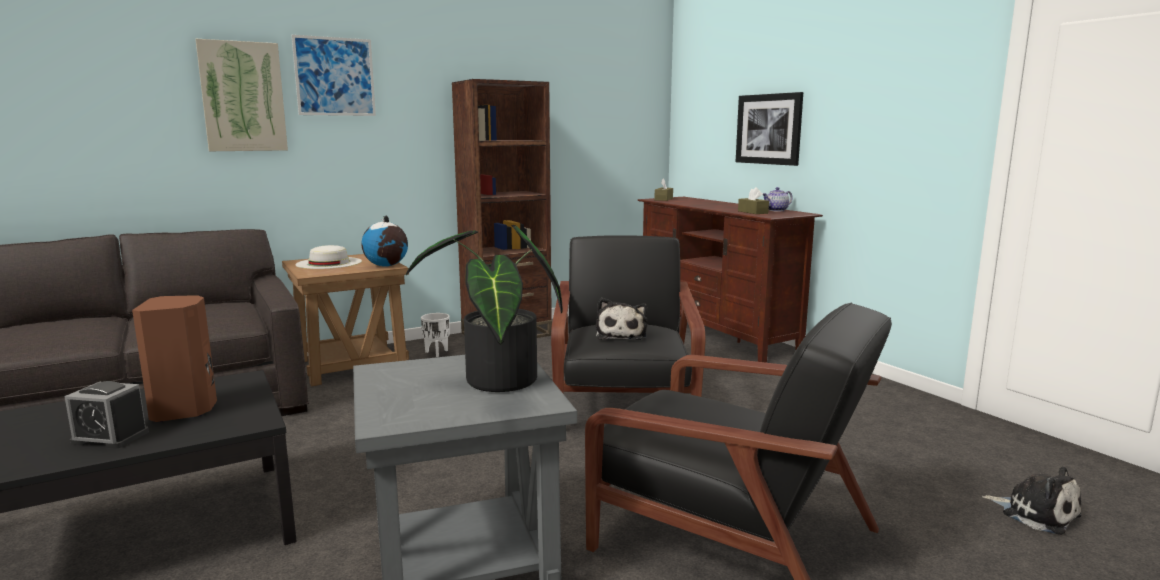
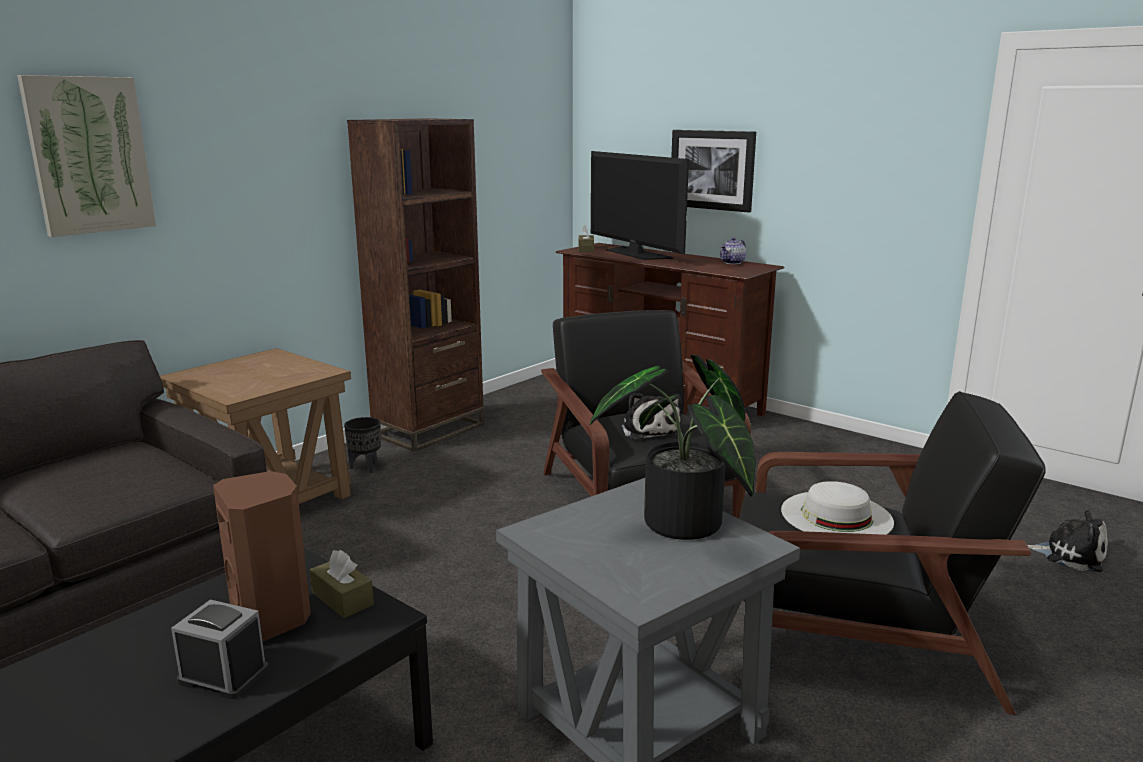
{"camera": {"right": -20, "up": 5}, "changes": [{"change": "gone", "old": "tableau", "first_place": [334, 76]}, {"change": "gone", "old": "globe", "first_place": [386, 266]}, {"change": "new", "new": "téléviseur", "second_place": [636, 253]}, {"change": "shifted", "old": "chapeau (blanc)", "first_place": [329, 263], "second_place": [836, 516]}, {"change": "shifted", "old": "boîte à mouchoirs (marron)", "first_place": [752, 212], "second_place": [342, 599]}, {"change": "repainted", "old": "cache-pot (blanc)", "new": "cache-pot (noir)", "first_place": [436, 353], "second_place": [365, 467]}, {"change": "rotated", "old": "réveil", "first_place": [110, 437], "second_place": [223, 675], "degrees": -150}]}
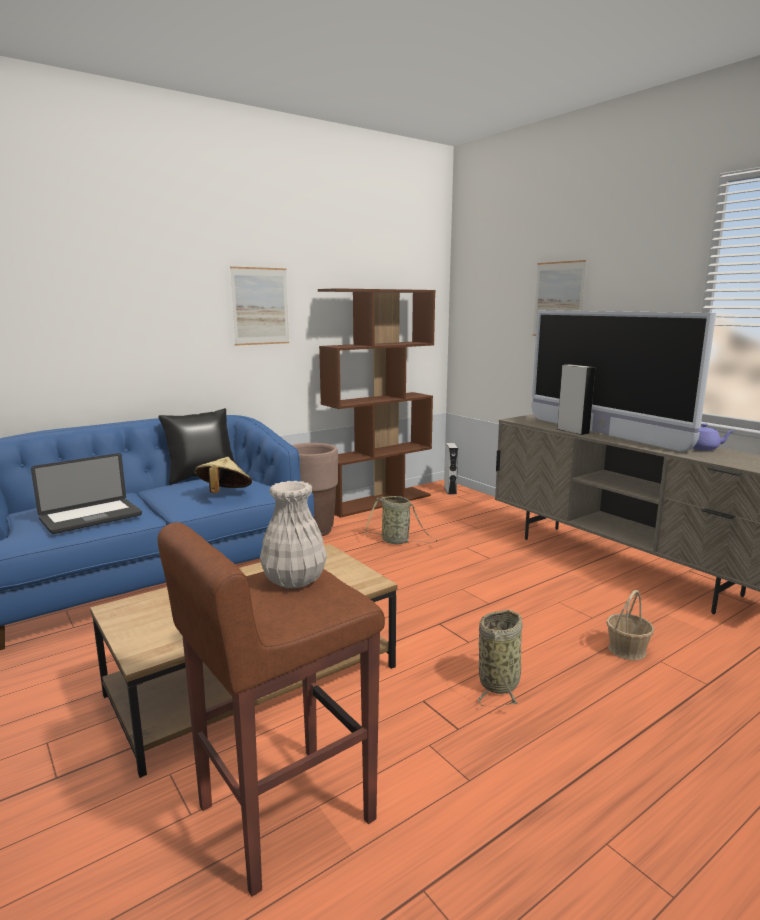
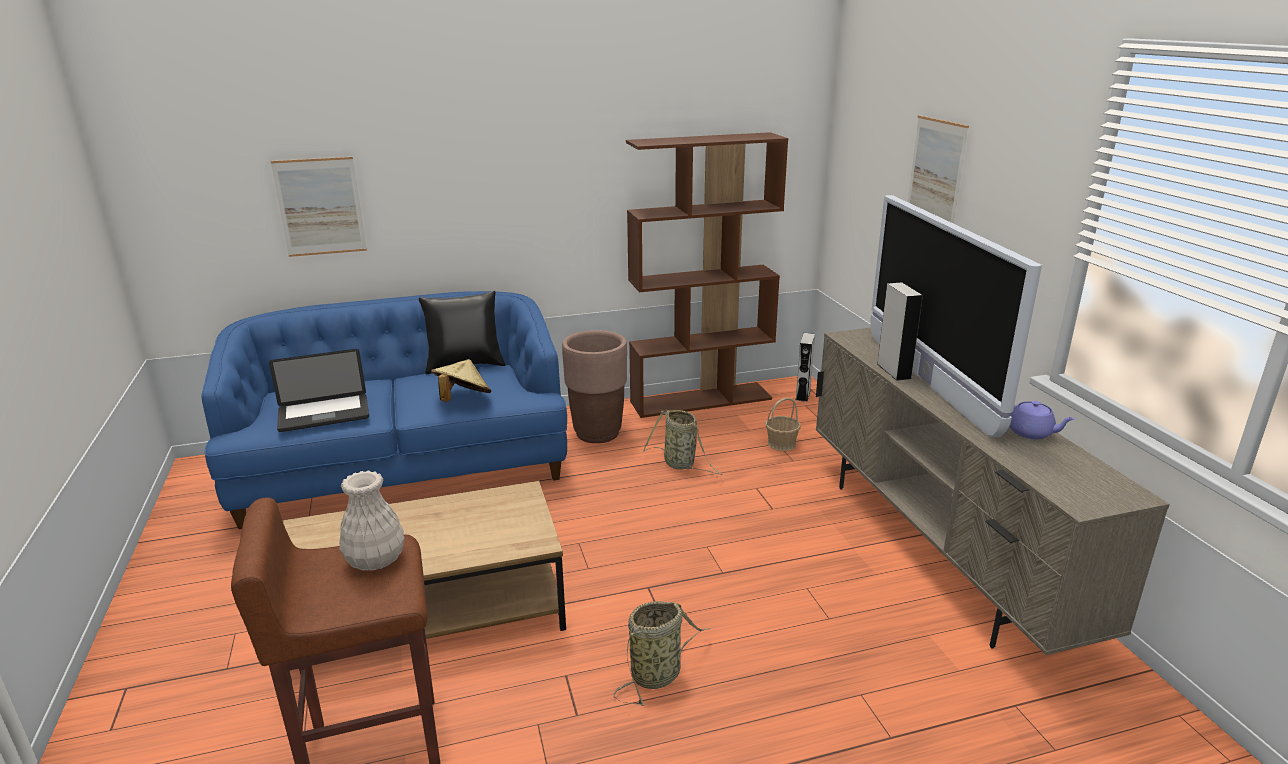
{"camera": {"right": 20, "up": 10}, "changes": [{"change": "shifted", "old": "tableau", "first_place": [260, 306], "second_place": [320, 207]}, {"change": "shifted", "old": "panier", "first_place": [627, 650], "second_place": [781, 444]}]}
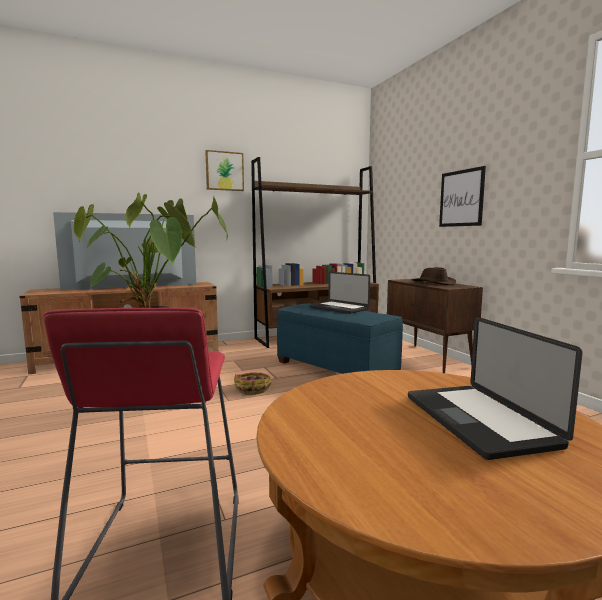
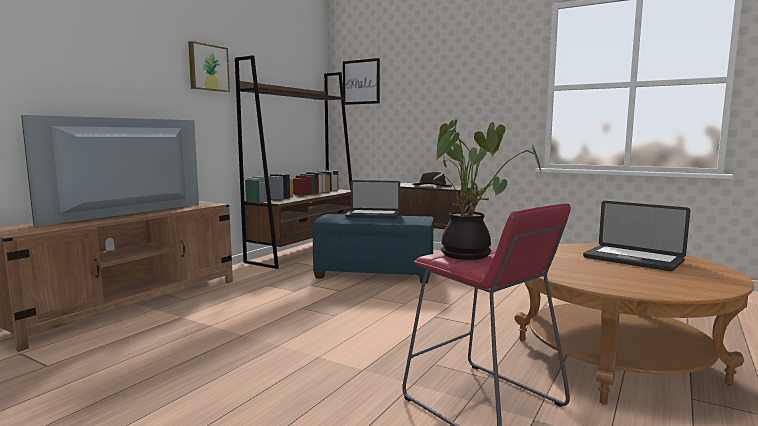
{"camera": {"right": -35, "up": 0}, "changes": [{"change": "gone", "old": "panier", "first_place": [253, 388]}, {"change": "shifted", "old": "tableau", "first_place": [461, 198], "second_place": [361, 82]}]}
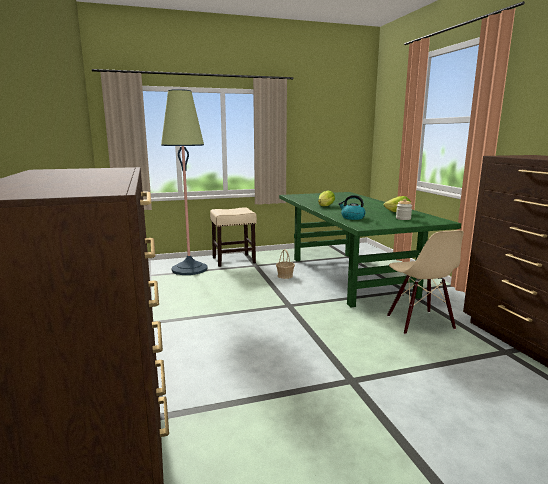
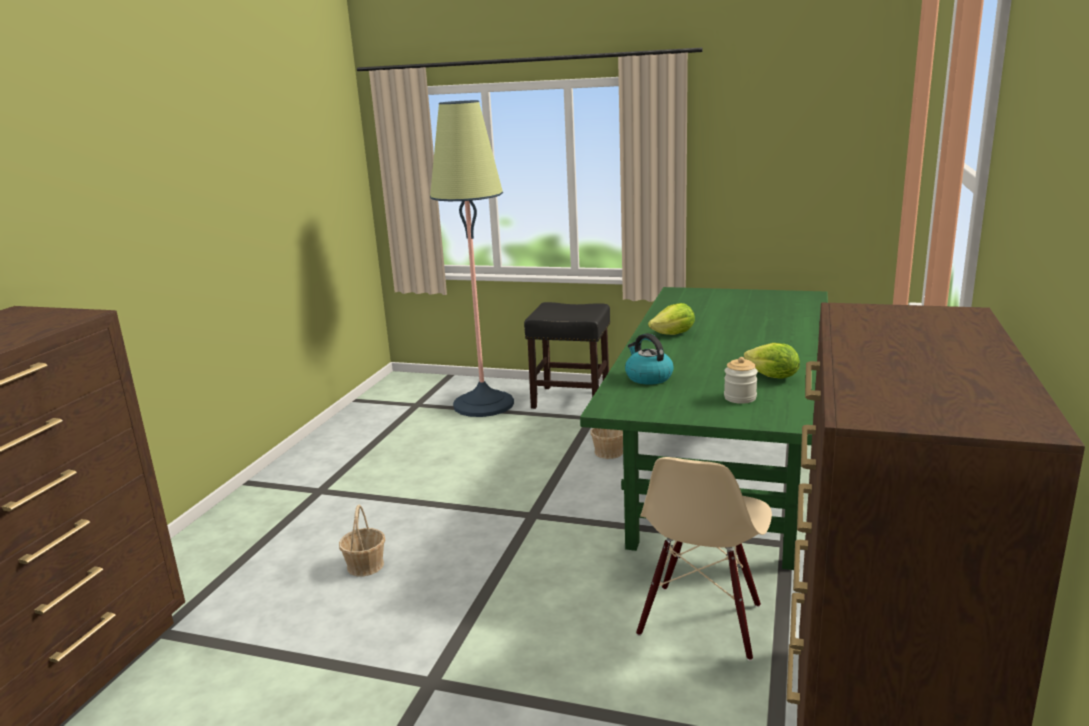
{"camera": {"right": 35, "up": 5}, "changes": [{"change": "new", "new": "panier", "second_place": [365, 565]}, {"change": "repainted", "old": "tabouret (beige)", "new": "tabouret (noir)", "first_place": [234, 260], "second_place": [572, 399]}]}
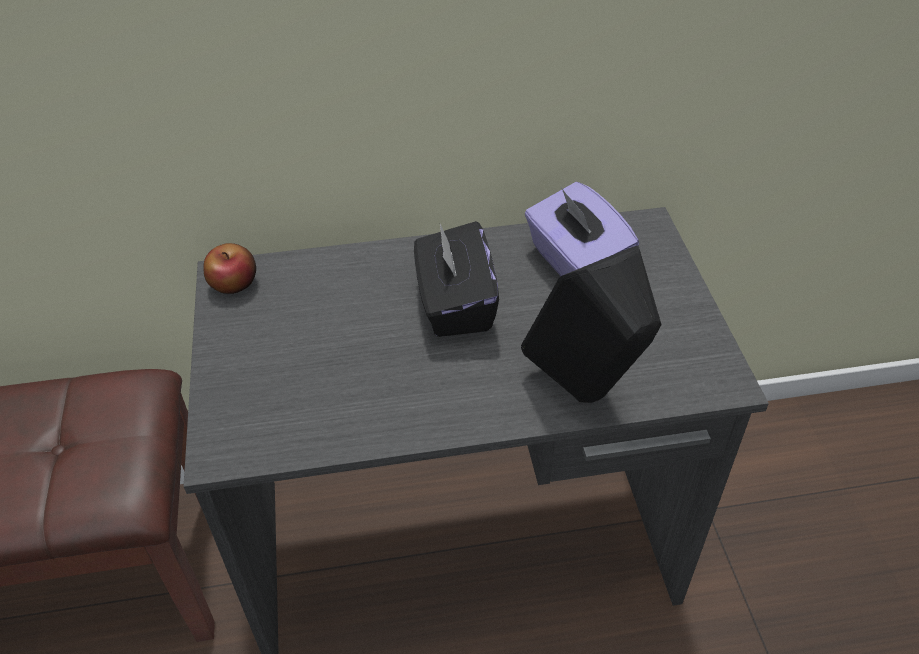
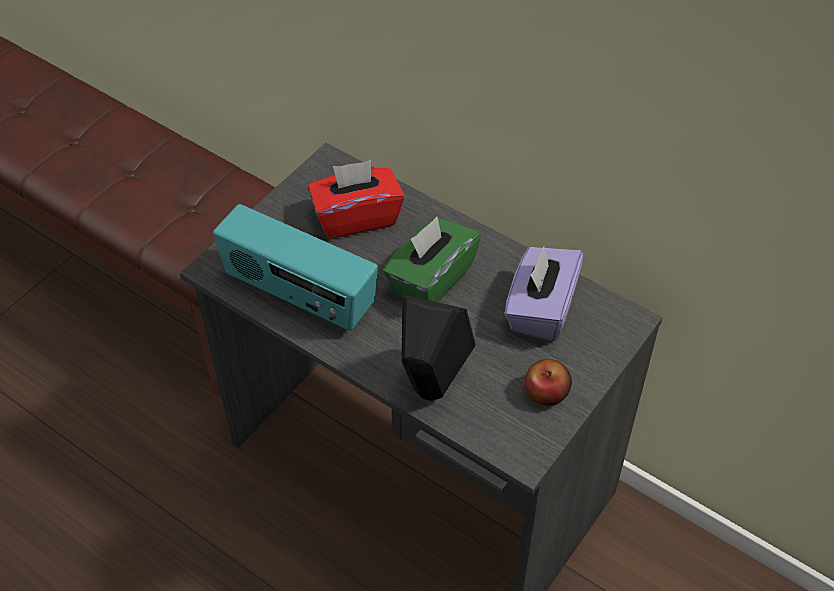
{"camera": {"right": 45, "up": 5}, "changes": [{"change": "new", "new": "radio", "second_place": [299, 295]}, {"change": "new", "new": "boîte à mouchoirs (rouge)", "second_place": [356, 217]}, {"change": "shifted", "old": "pomme", "first_place": [234, 283], "second_place": [546, 393]}, {"change": "repainted", "old": "boîte à mouchoirs (noir)", "new": "boîte à mouchoirs (vert)", "first_place": [455, 304], "second_place": [431, 279]}]}
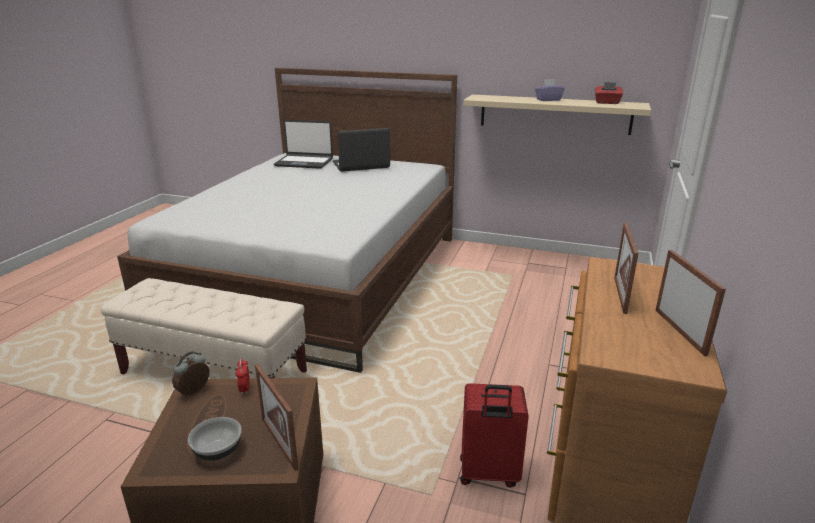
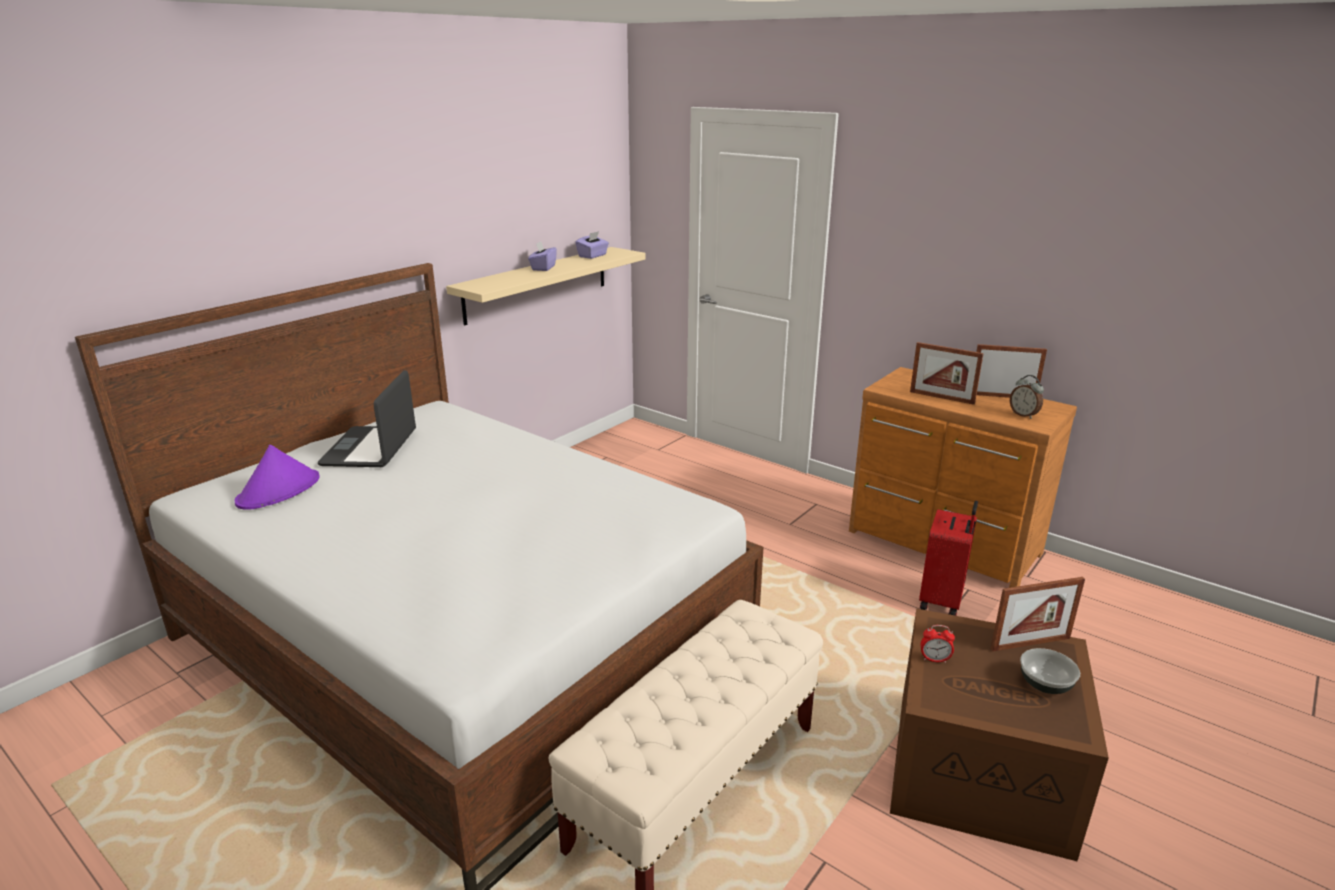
{"camera": {"right": -70, "up": 0}, "changes": [{"change": "shifted", "old": "réveil", "first_place": [194, 392], "second_place": [1023, 415]}, {"change": "swapped", "old": "ordinateur portable", "new": "chapeau (violet)", "first_place": [304, 162], "second_place": [279, 490]}, {"change": "repainted", "old": "boîte à mouchoirs (rouge)", "new": "boîte à mouchoirs (violet)", "first_place": [607, 103], "second_place": [593, 256]}]}
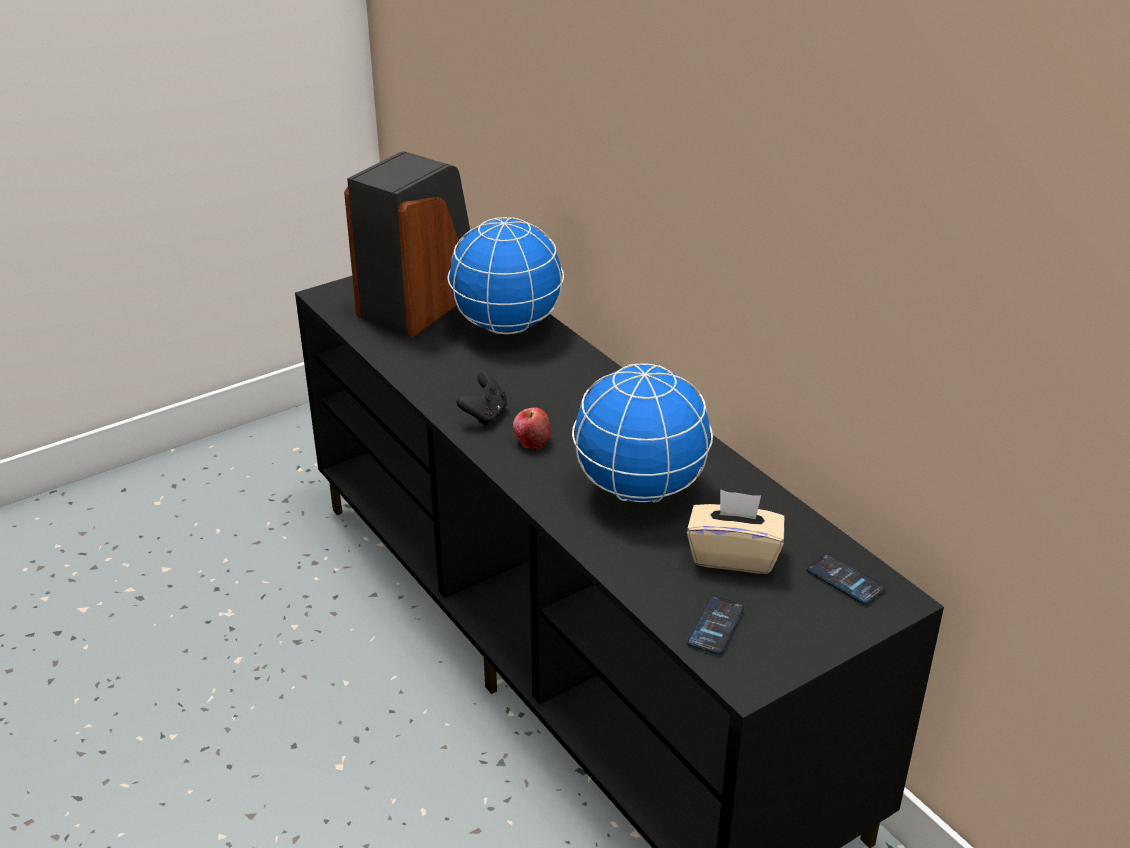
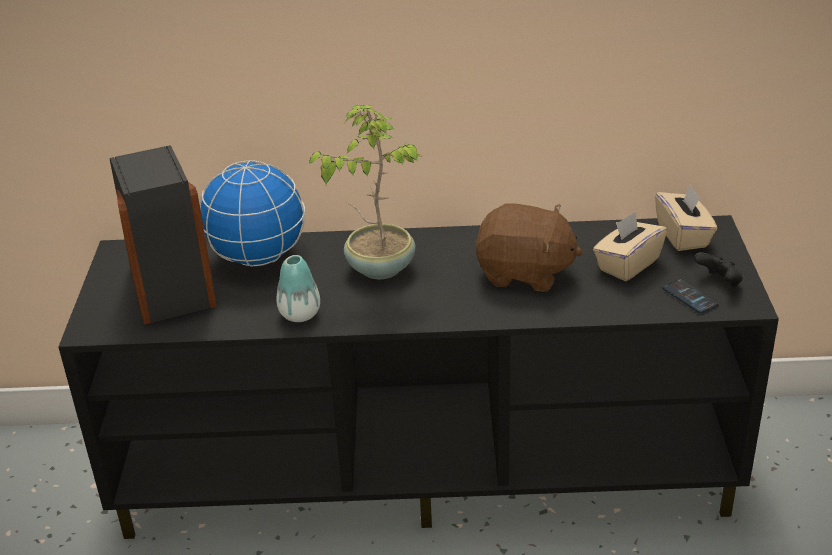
{"camera": {"right": -55, "up": 0}, "changes": [{"change": "gone", "old": "pomme", "first_place": [532, 441]}, {"change": "new", "new": "vase", "second_place": [300, 314]}, {"change": "new", "new": "plante en pot", "second_place": [379, 267]}, {"change": "shifted", "old": "manette (noir)", "first_place": [484, 415], "second_place": [719, 282]}, {"change": "swapped", "old": "globe", "new": "peluche (marron)", "first_place": [640, 488], "second_place": [524, 273]}, {"change": "swapped", "old": "téléphone", "new": "boîte à mouchoirs (beige)", "first_place": [845, 580], "second_place": [683, 236]}]}
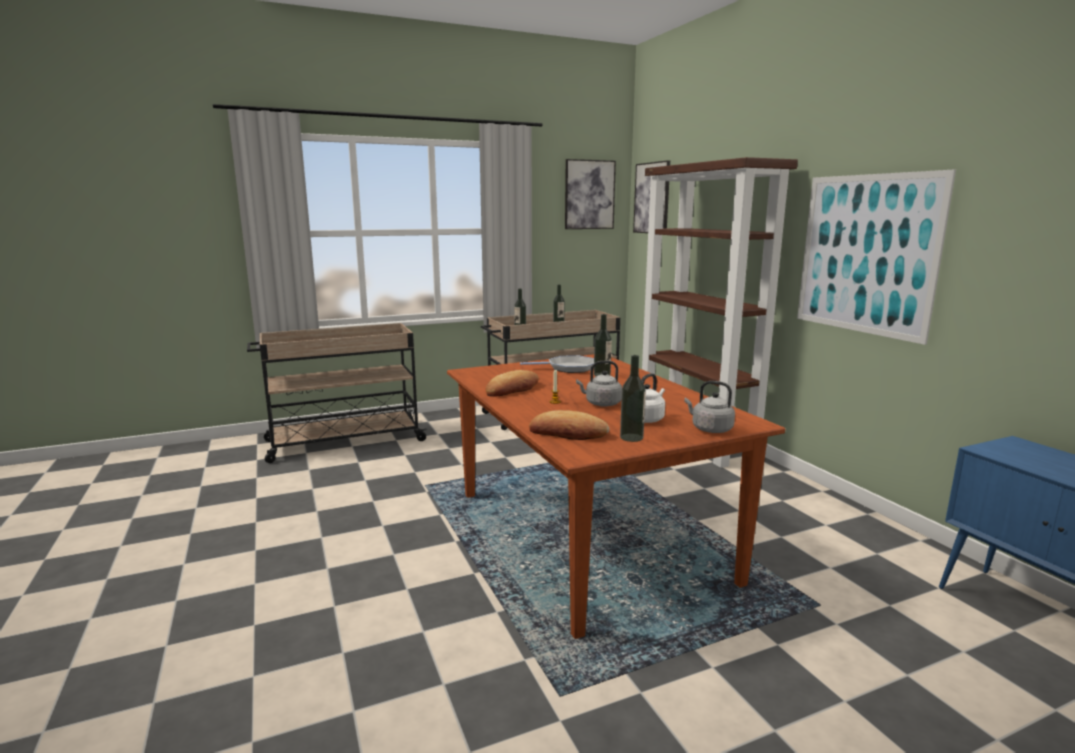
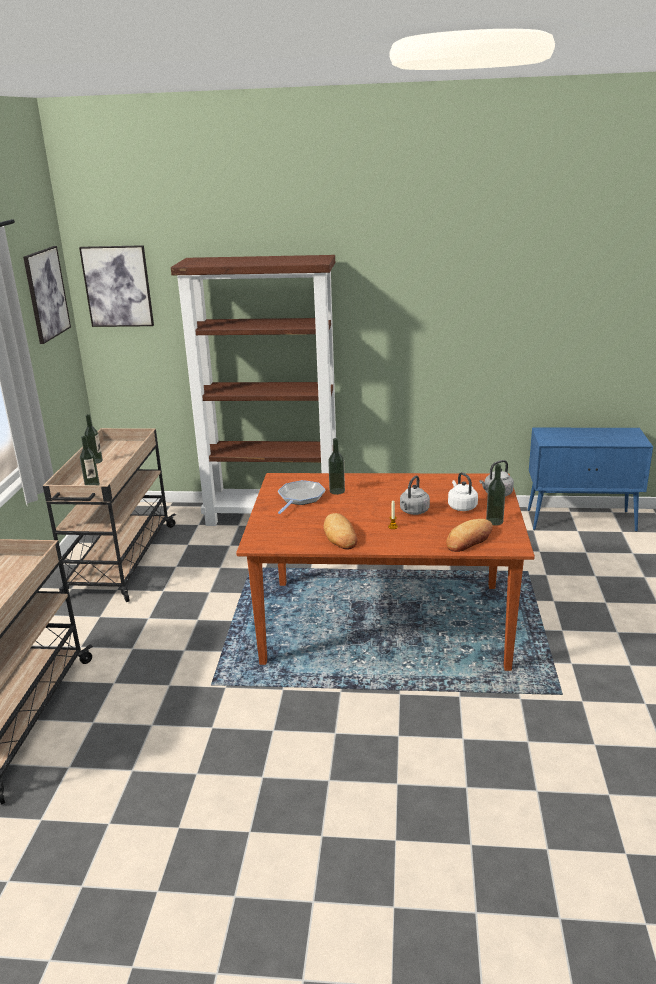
{"camera": {"right": -60, "up": 10}, "changes": [{"change": "gone", "old": "tableau", "first_place": [866, 254]}]}
